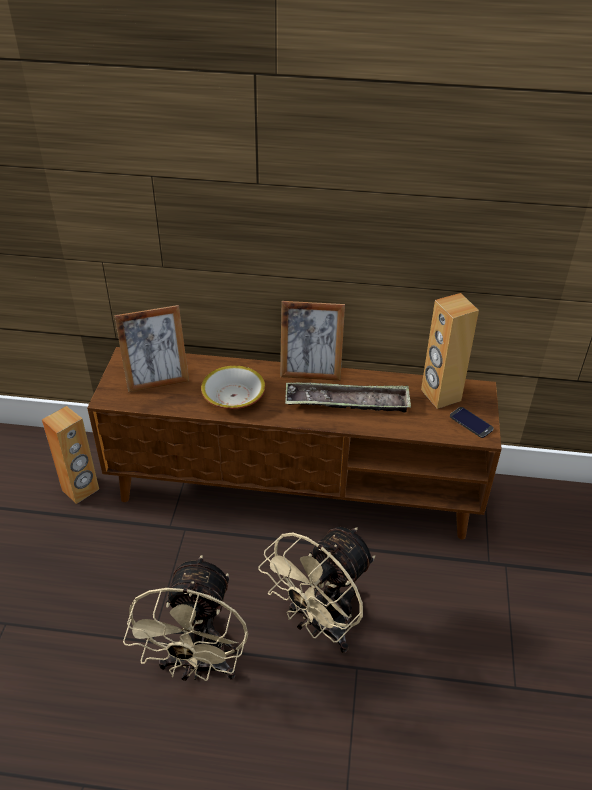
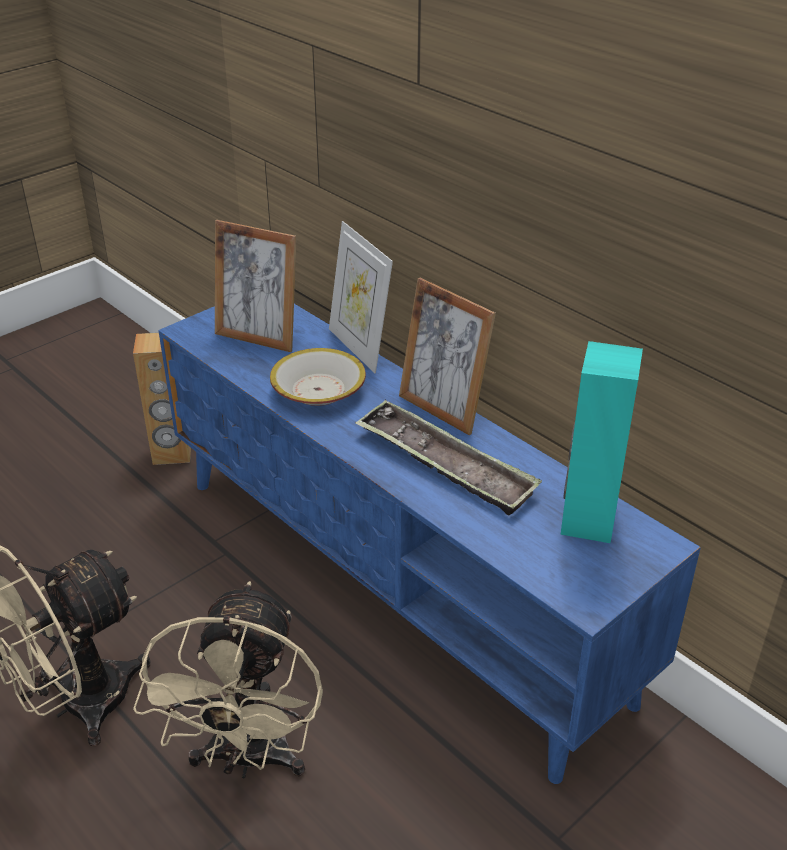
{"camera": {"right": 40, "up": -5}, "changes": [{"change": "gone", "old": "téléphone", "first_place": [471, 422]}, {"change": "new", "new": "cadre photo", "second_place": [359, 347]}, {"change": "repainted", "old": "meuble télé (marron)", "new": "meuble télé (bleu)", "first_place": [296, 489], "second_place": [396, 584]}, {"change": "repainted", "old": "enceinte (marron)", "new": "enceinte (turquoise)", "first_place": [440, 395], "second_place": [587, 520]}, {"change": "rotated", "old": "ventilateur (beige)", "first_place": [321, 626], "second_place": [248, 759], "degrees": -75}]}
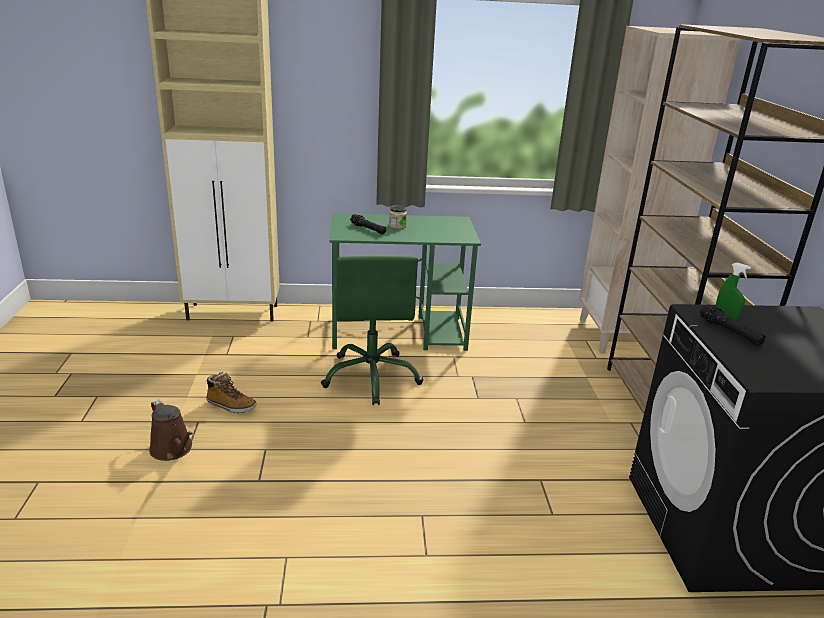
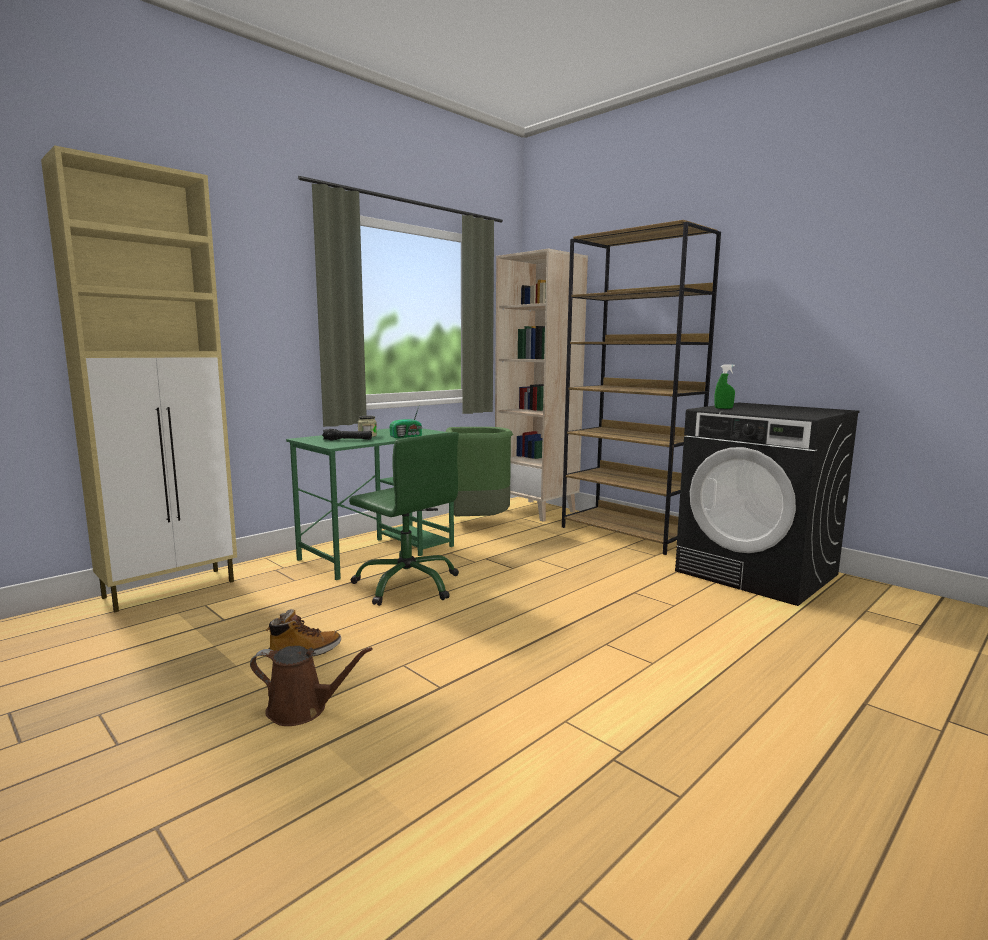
{"camera": {"right": -40, "up": -15}, "changes": [{"change": "gone", "old": "lampe de poche (noir)", "first_place": [730, 332]}, {"change": "new", "new": "radio", "second_place": [407, 436]}, {"change": "new", "new": "poubelle (vert)", "second_place": [476, 522]}]}
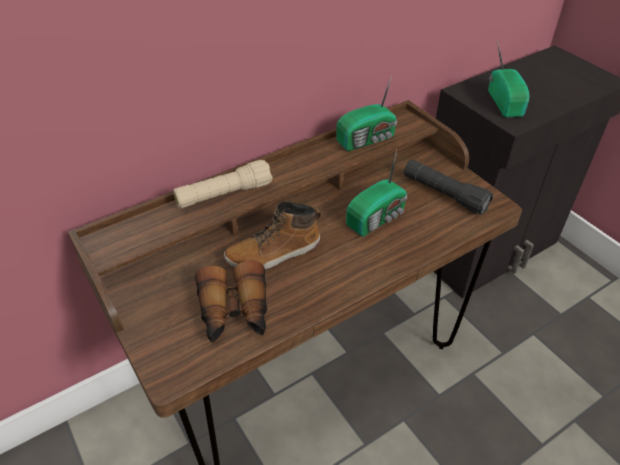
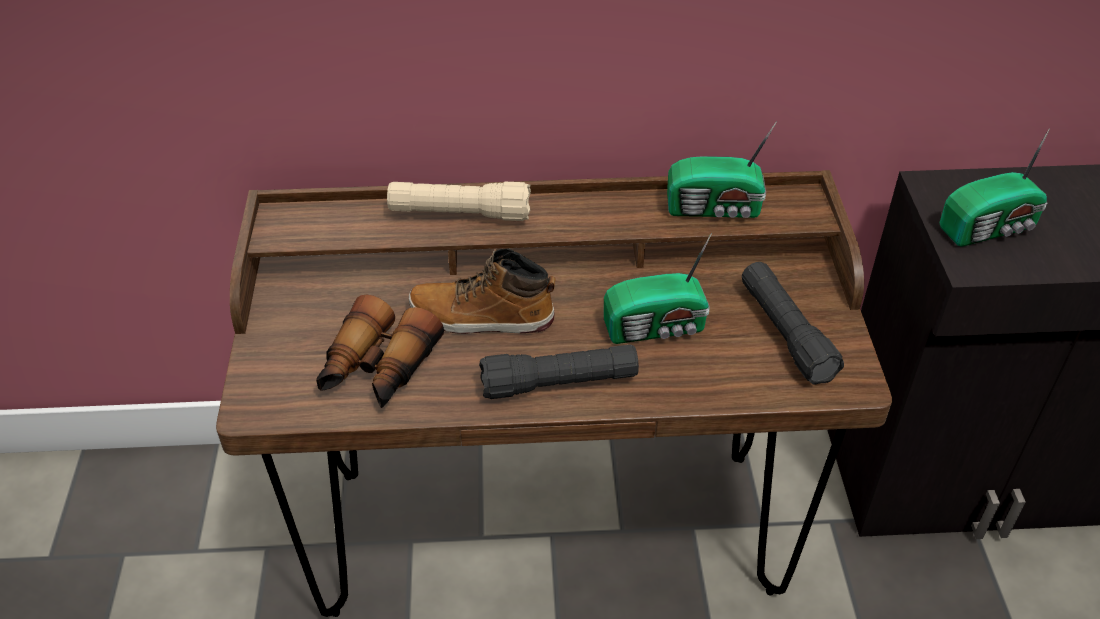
{"camera": {"right": 30, "up": 0}, "changes": [{"change": "new", "new": "lampe de poche (noir)", "second_place": [559, 383]}, {"change": "rotated", "old": "radio", "first_place": [505, 102], "second_place": [991, 228], "degrees": 45}]}
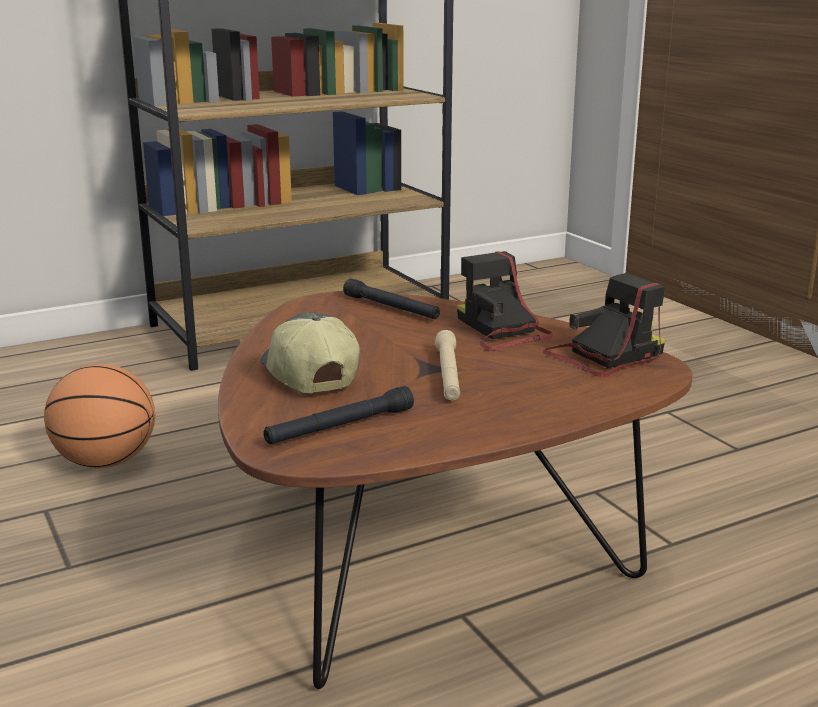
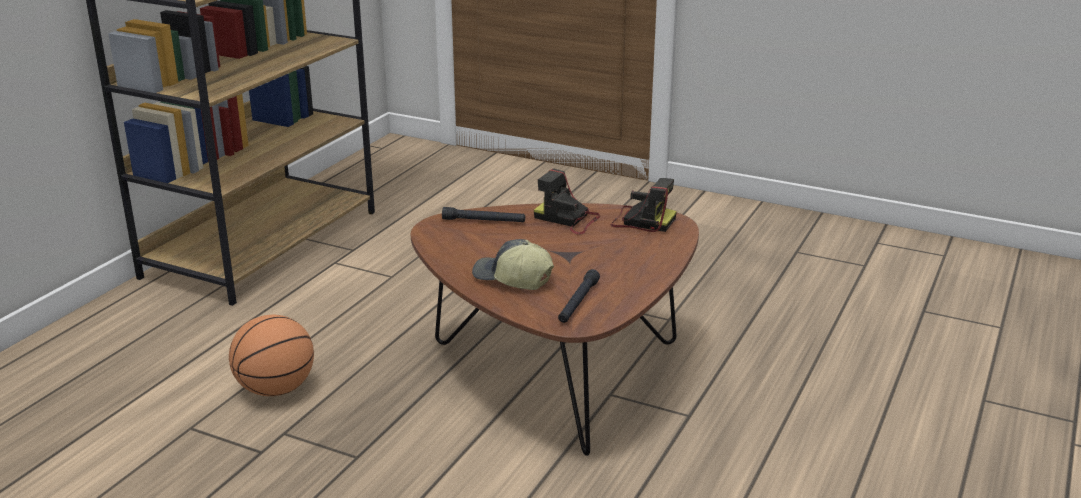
{"camera": {"right": -35, "up": 5}, "changes": [{"change": "gone", "old": "lampe de poche (beige)", "first_place": [448, 375]}, {"change": "rotated", "old": "appareil photo", "first_place": [604, 356], "second_place": [641, 221], "degrees": 90}]}
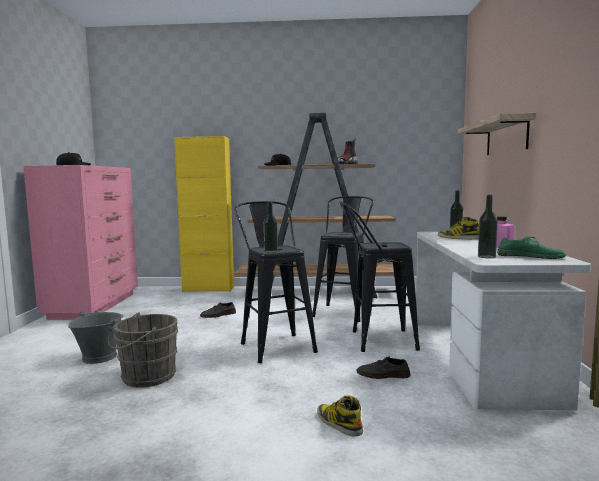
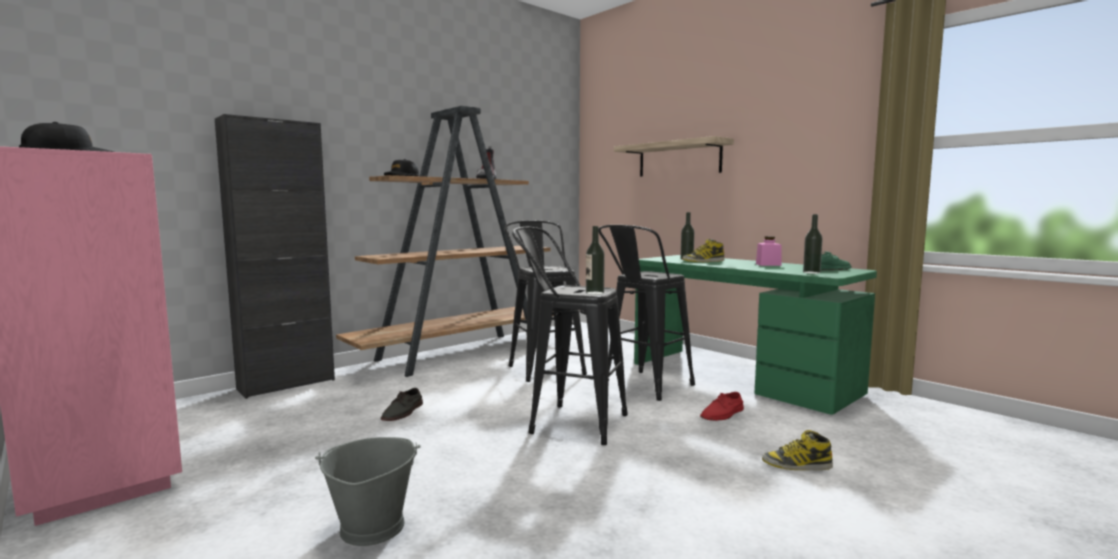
{"camera": {"right": -45, "up": 0}, "changes": [{"change": "gone", "old": "seau (gris)", "first_place": [145, 377]}, {"change": "repainted", "old": "meuble de rangement (jaune)", "new": "meuble de rangement (noir)", "first_place": [208, 289], "second_place": [286, 384]}, {"change": "repainted", "old": "chaussure (gris)", "new": "chaussure (rouge)", "first_place": [383, 375], "second_place": [722, 414]}, {"change": "repainted", "old": "bureau (blanc)", "new": "bureau (vert)", "first_place": [479, 357], "second_place": [740, 377]}]}
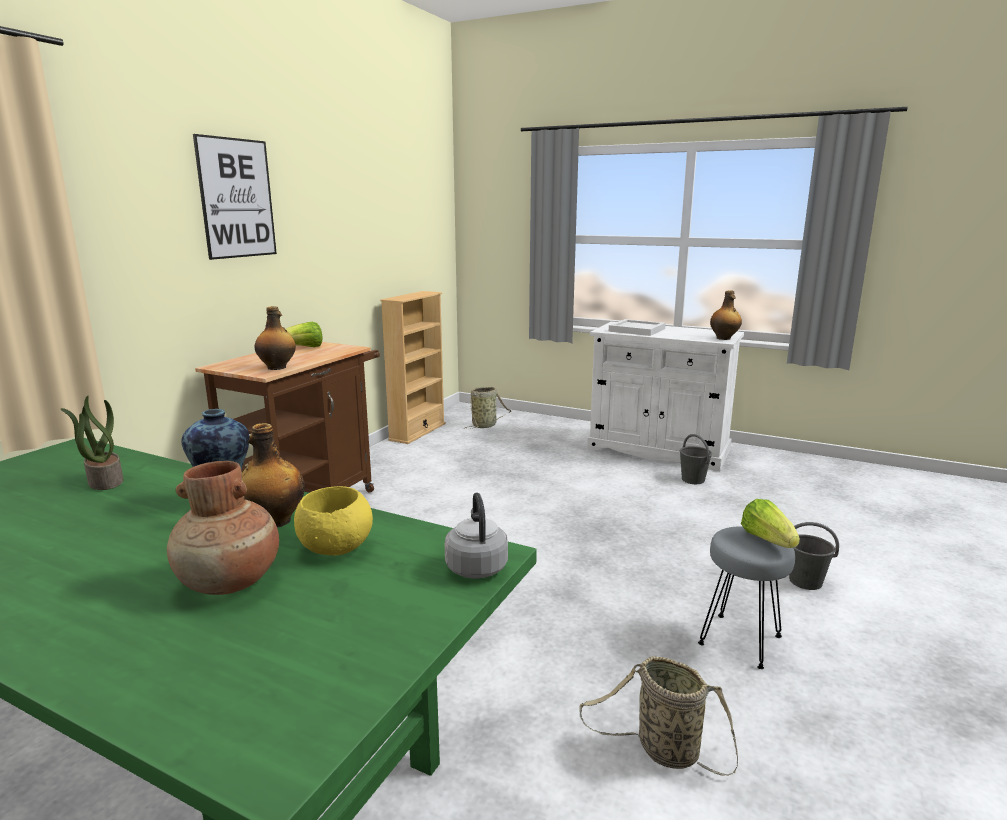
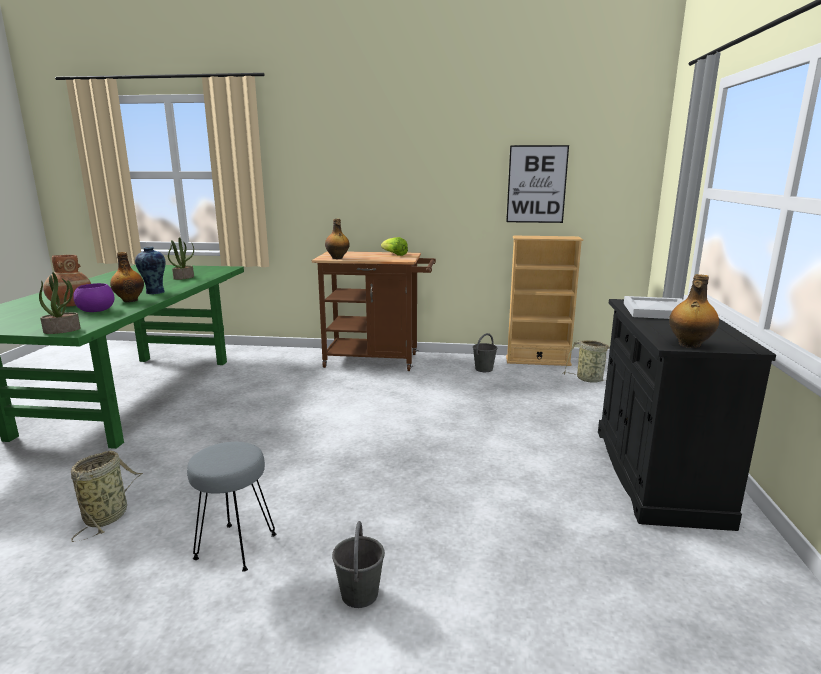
{"camera": {"right": 70, "up": 0}, "changes": [{"change": "gone", "old": "laitue", "first_place": [767, 540]}, {"change": "shifted", "old": "tableau", "first_place": [237, 198], "second_place": [536, 184]}, {"change": "shifted", "old": "seau (gris)", "first_place": [692, 479], "second_place": [484, 369]}, {"change": "swapped", "old": "bouilloire (gris)", "new": "plante en pot", "first_place": [476, 566], "second_place": [62, 330]}, {"change": "repainted", "old": "bol (jaune)", "new": "bol (violet)", "first_place": [334, 548], "second_place": [96, 310]}, {"change": "repainted", "old": "meuble de rangement (blanc)", "new": "meuble de rangement (noir)", "first_place": [658, 449], "second_place": [656, 474]}]}
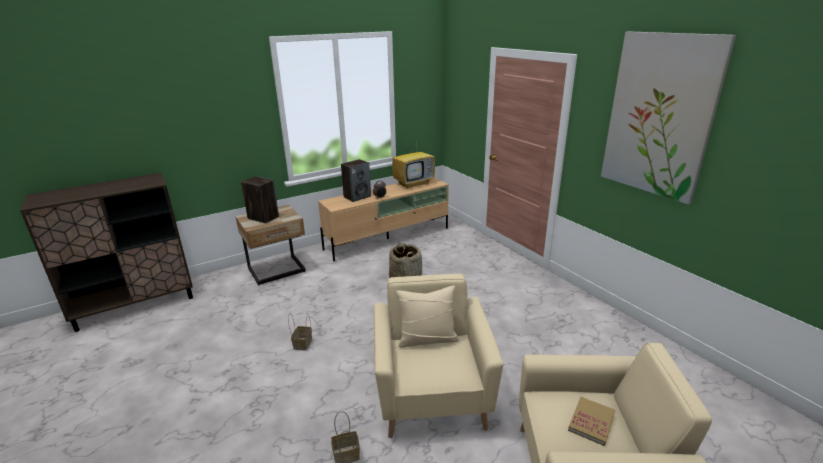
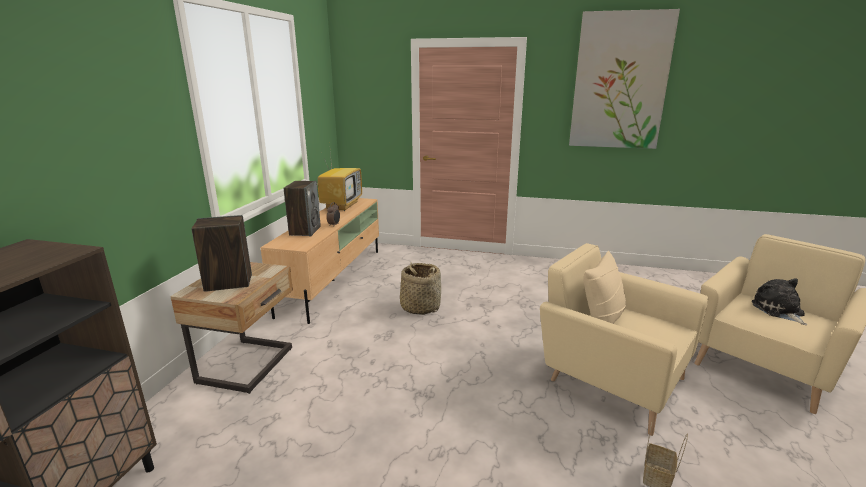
{"camera": {"right": -45, "up": -5}, "changes": [{"change": "gone", "old": "panier", "first_place": [302, 343]}, {"change": "swapped", "old": "livre", "new": "peluche", "first_place": [591, 422], "second_place": [778, 310]}]}
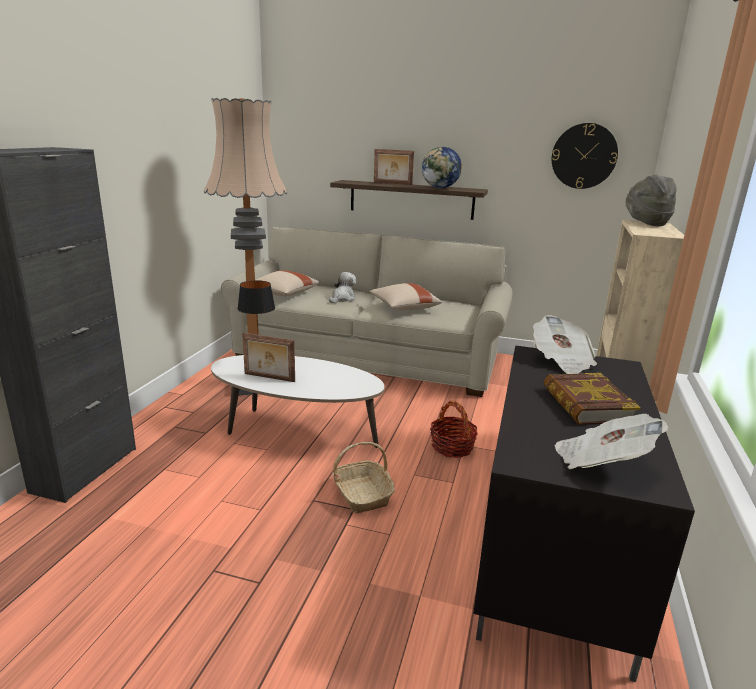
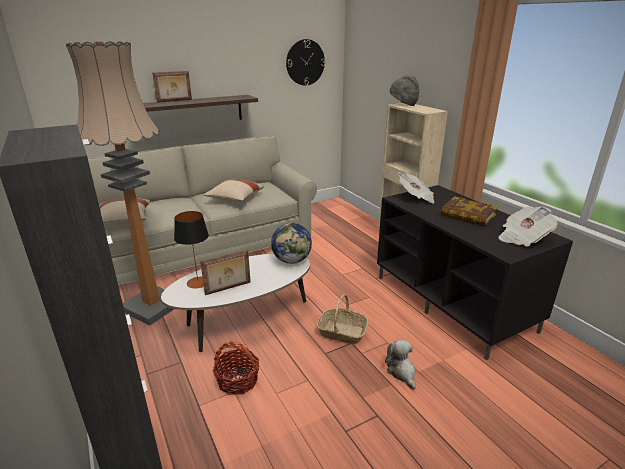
{"camera": {"right": -45, "up": 5}, "changes": [{"change": "shifted", "old": "peluche", "first_place": [342, 299], "second_place": [401, 372]}, {"change": "shifted", "old": "globe", "first_place": [440, 188], "second_place": [292, 260]}, {"change": "shifted", "old": "panier", "first_place": [452, 447], "second_place": [238, 380]}]}
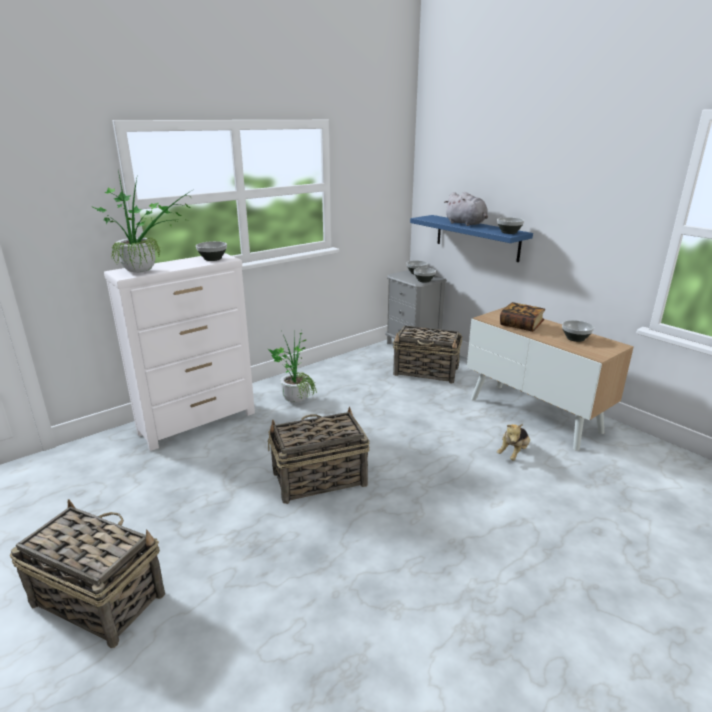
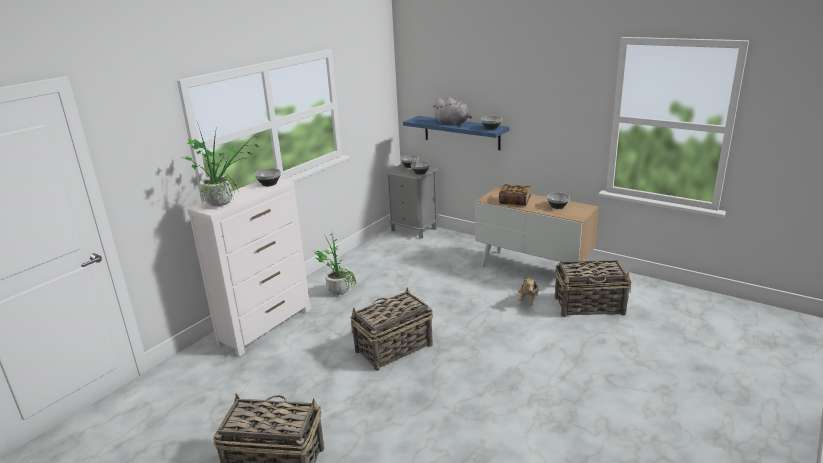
{"camera": {"right": -15, "up": 0}, "changes": [{"change": "shifted", "old": "panier", "first_place": [426, 372], "second_place": [590, 306]}]}
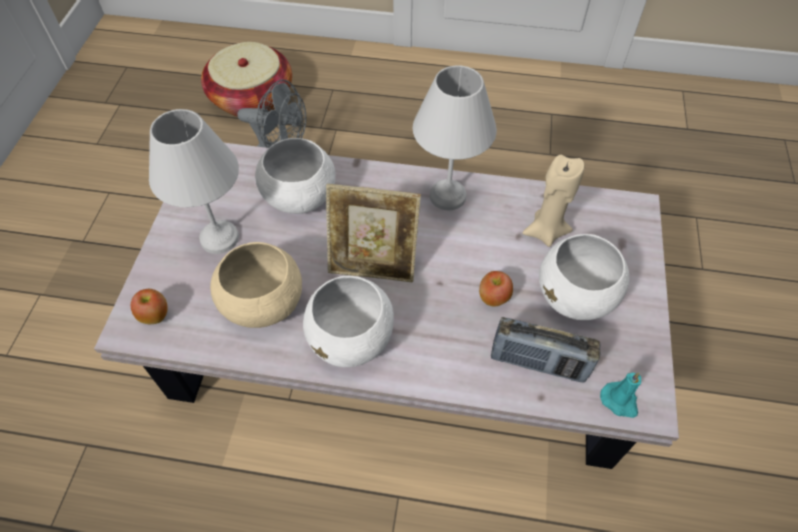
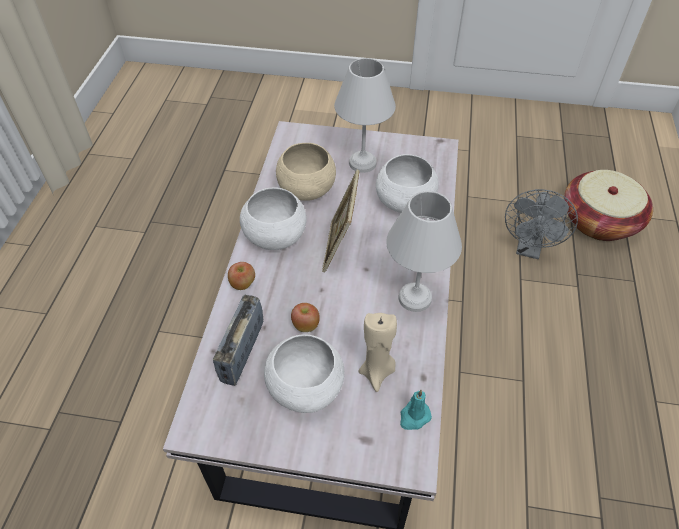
{"camera": {"right": 90, "up": -5}, "changes": [{"change": "shifted", "old": "pomme", "first_place": [155, 315], "second_place": [243, 284]}, {"change": "shifted", "old": "bougie (turquoise)", "first_place": [620, 401], "second_place": [414, 417]}]}
